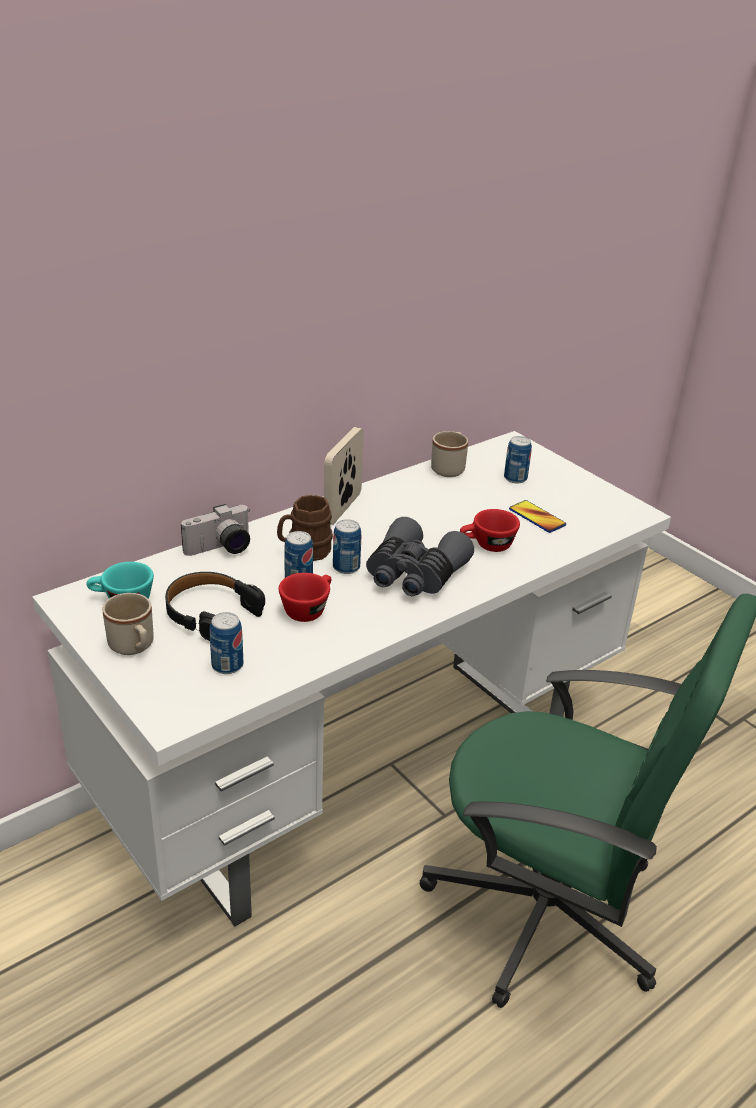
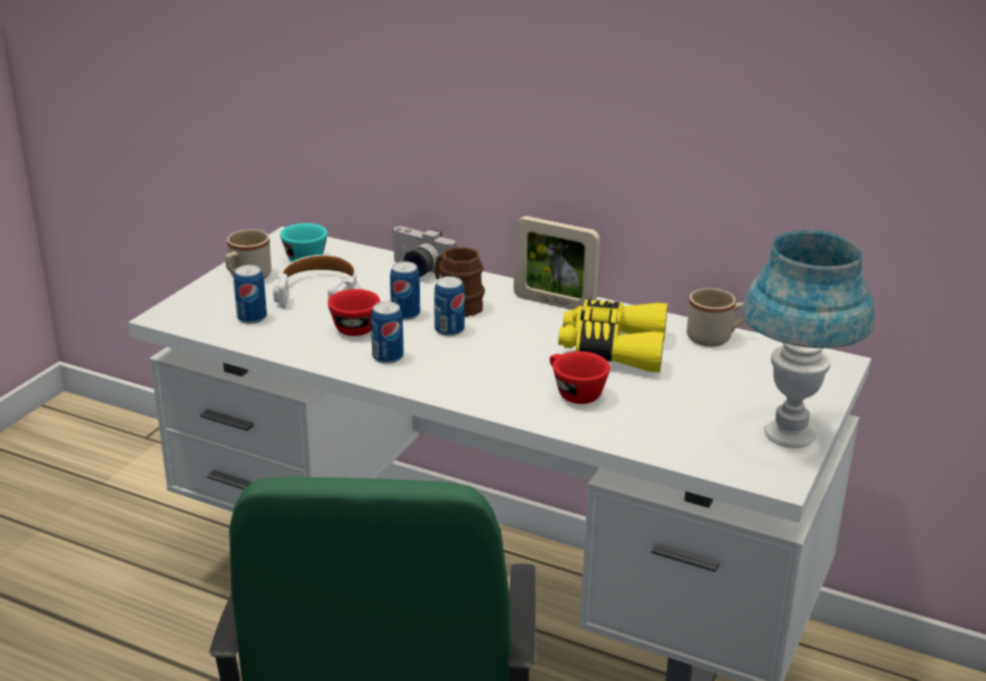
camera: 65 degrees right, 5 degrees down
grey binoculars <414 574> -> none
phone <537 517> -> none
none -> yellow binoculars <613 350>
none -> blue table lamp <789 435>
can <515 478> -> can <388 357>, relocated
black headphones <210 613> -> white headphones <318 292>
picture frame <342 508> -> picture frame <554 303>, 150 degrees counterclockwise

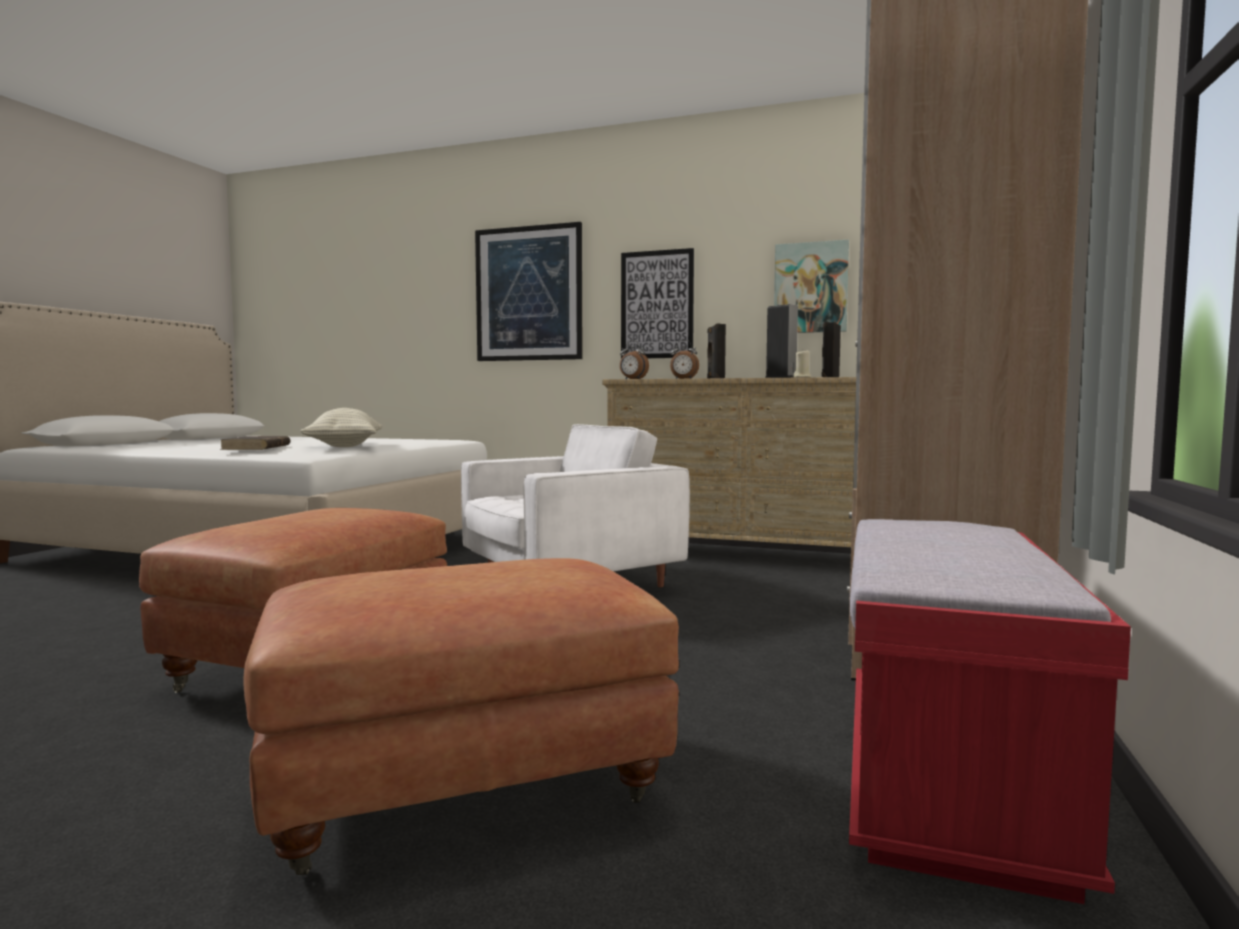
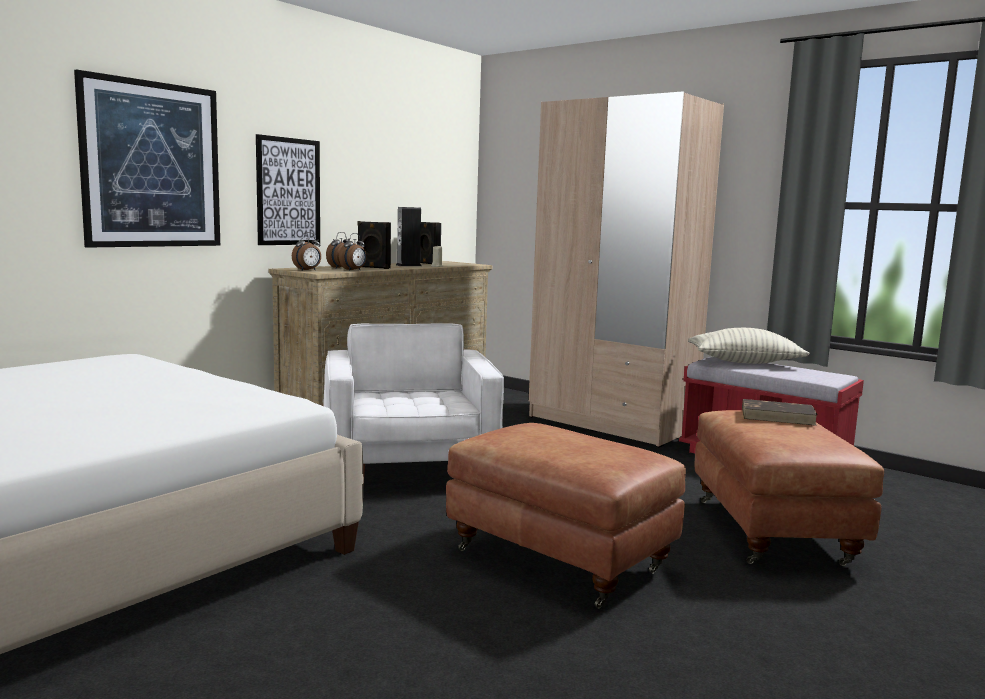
camera: 70 degrees left, 5 degrees up
picture <810 288> -> none
none -> alarm clock <354 270>
brown book <256 447> -> brown book <778 416>, relocated
pillow <345 446> -> pillow <745 362>, relocated

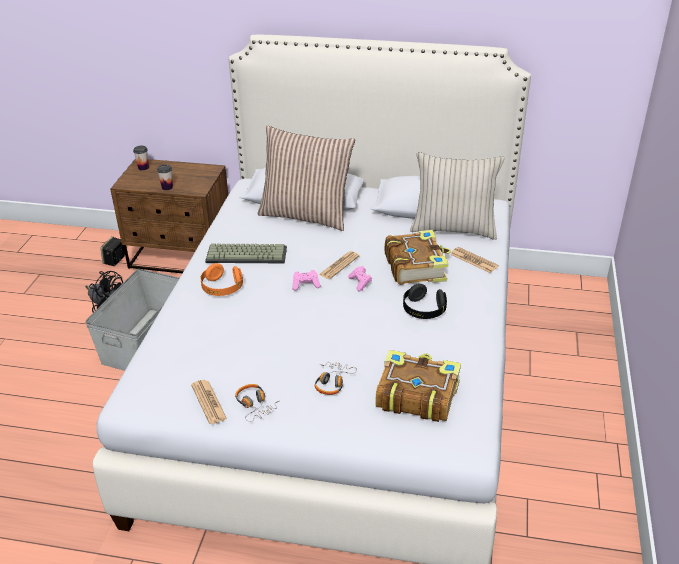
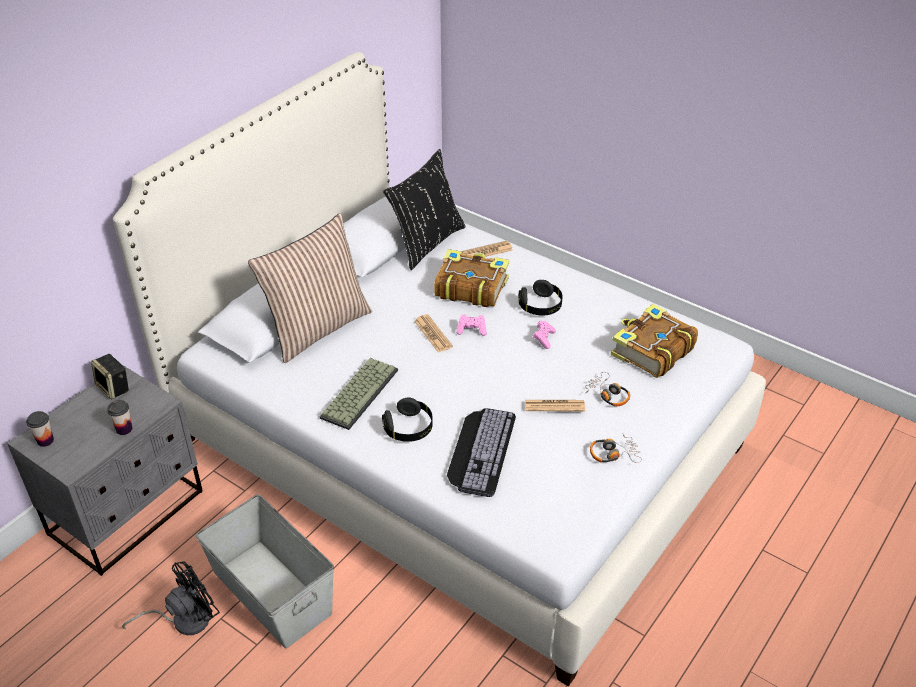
camera: 65 degrees left, 5 degrees up
none -> keyboard <480 449>
speaker <114 260> -> speaker <114 388>, relocated
newspaper <208 402> -> newspaper <554 406>, relocated
pink game controller <306 285> -> pink game controller <543 339>, relocated
brown nightstand <181 257> -> grey nightstand <128 513>
orange headphones <222 288> -> black headphones <409 428>
beige pillow <453 228> -> black pillow <426 243>

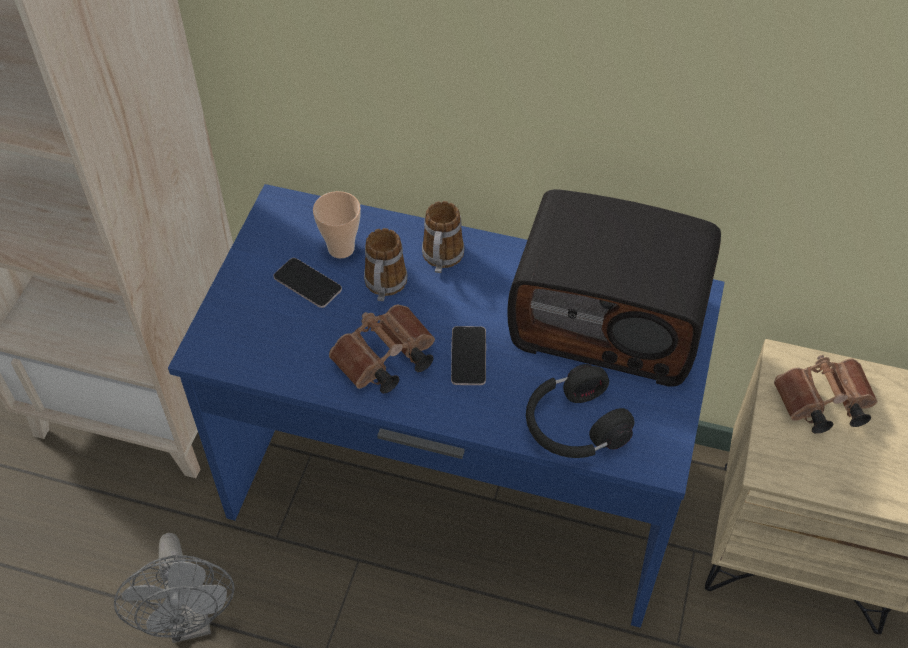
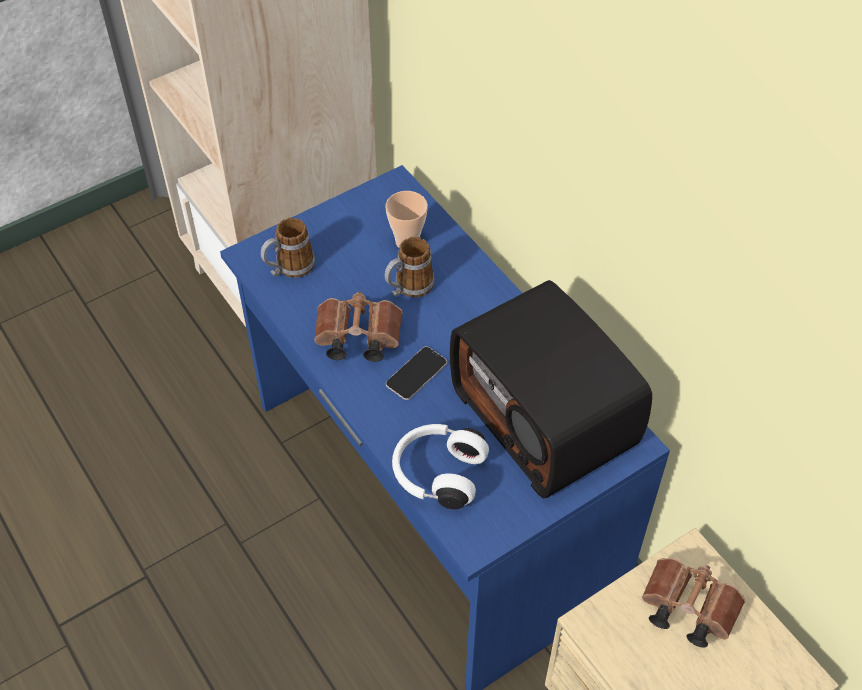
camera: 40 degrees right, 0 degrees up
grey fan <191 620> -> none
phone <307 283> -> none
mug <441 260> -> mug <289 268>, relocated
black headphones <573 427> -> white headphones <437 473>

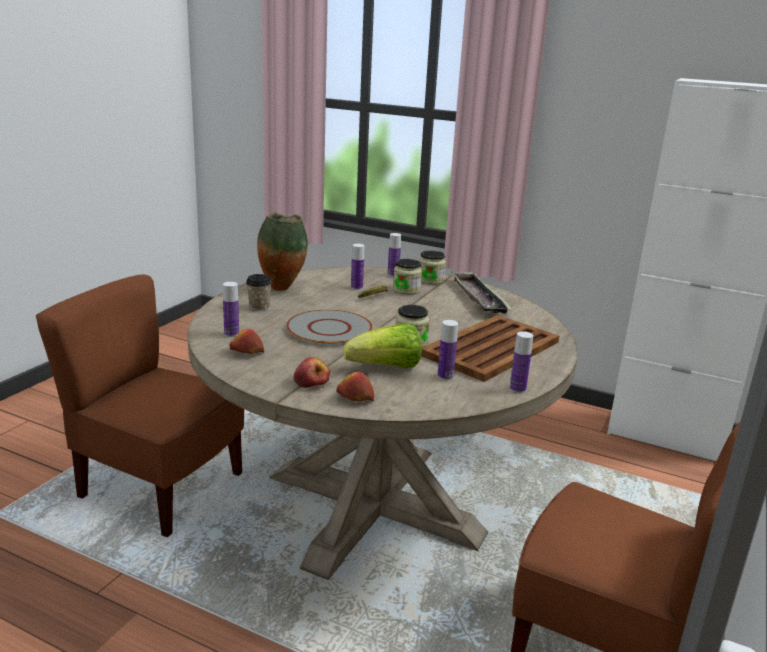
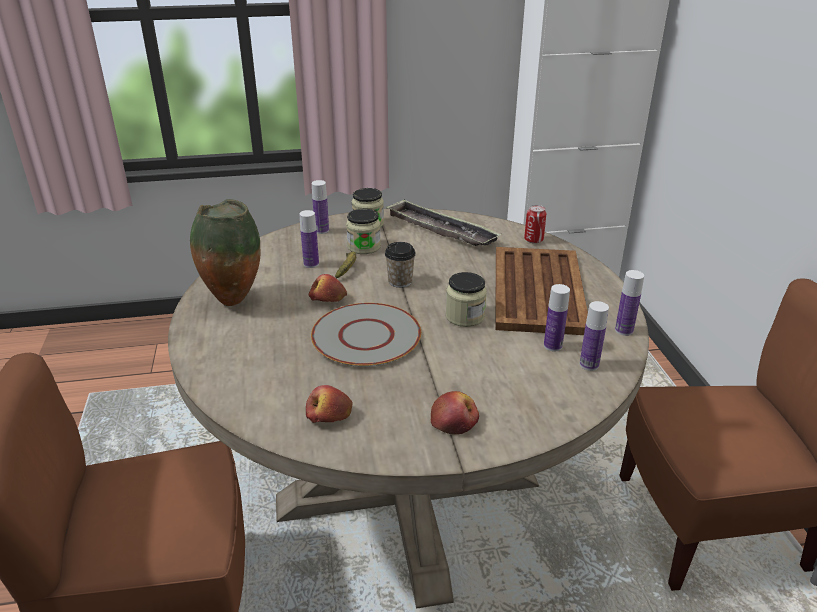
camera: 35 degrees left, 10 degrees up
lettuce <386 367> -> none
none -> can <533 240>
bottle <231 334> -> bottle <589 364>, relocated
cup <259 307> -> cup <400 282>, relocated
apple <354 398> -> apple <327 299>, relocated

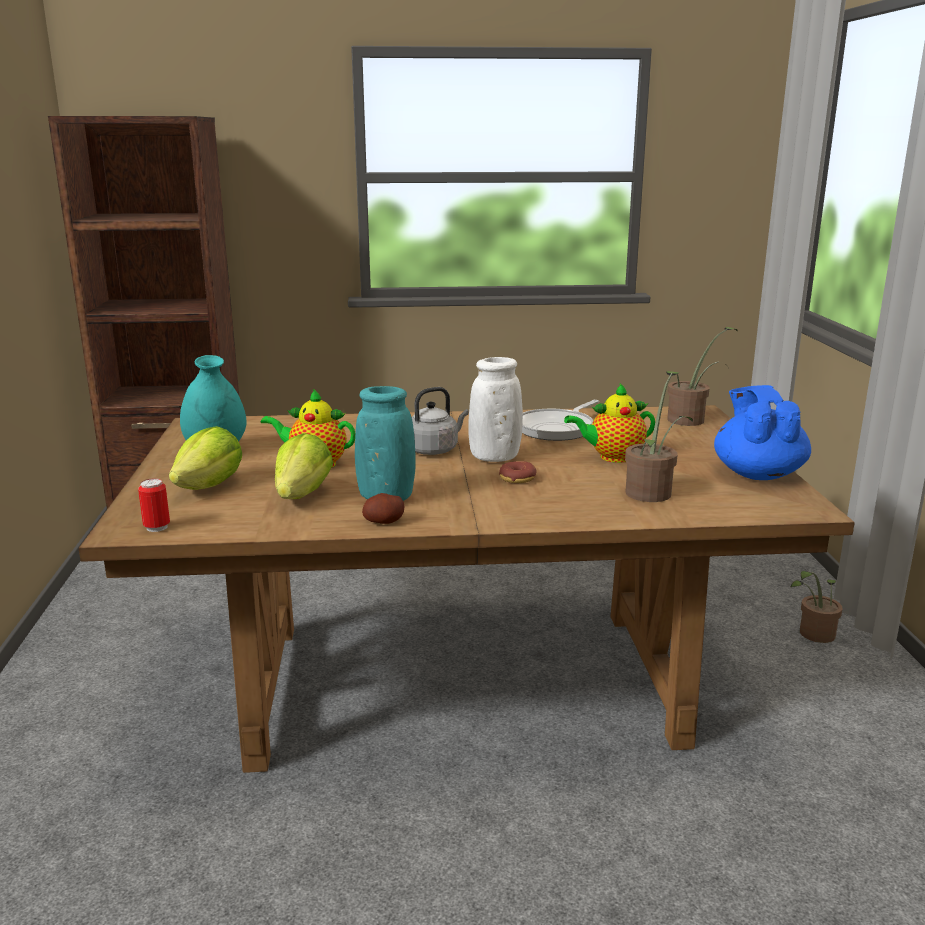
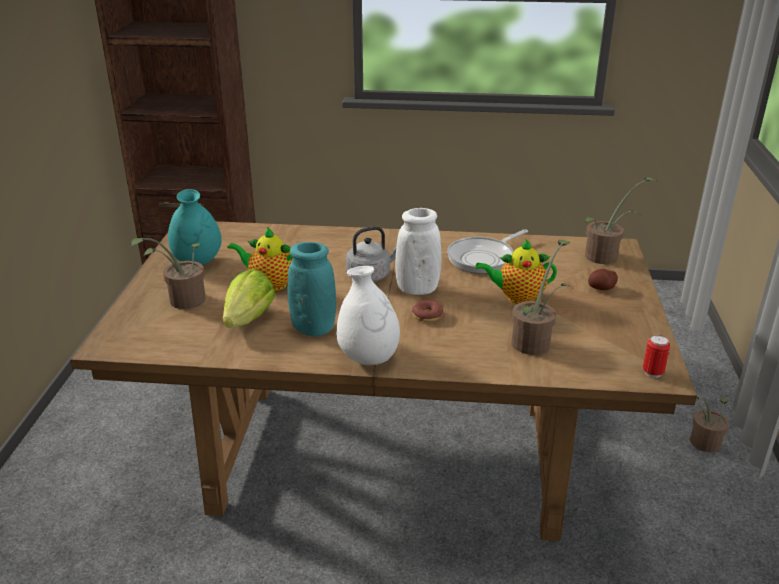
camera: 10 degrees right, 10 degrees up
blue teapot <757 473> -> none
none -> white vase <368 358>
can <157 527> -> can <652 372>, relocated
potato <384 522> -> potato <601 288>, relocated
lettuce <210 486> -> potted plant <182 302>

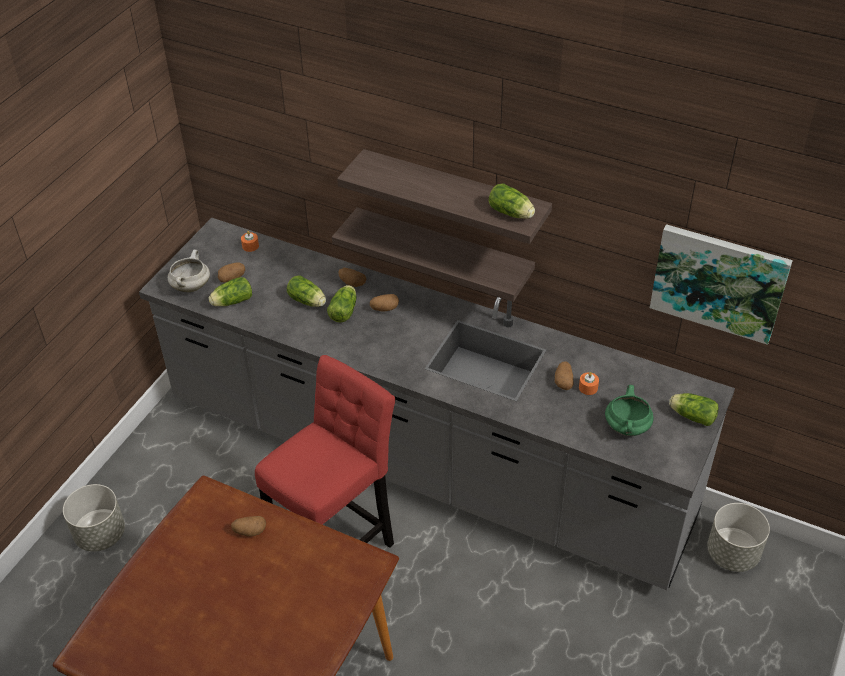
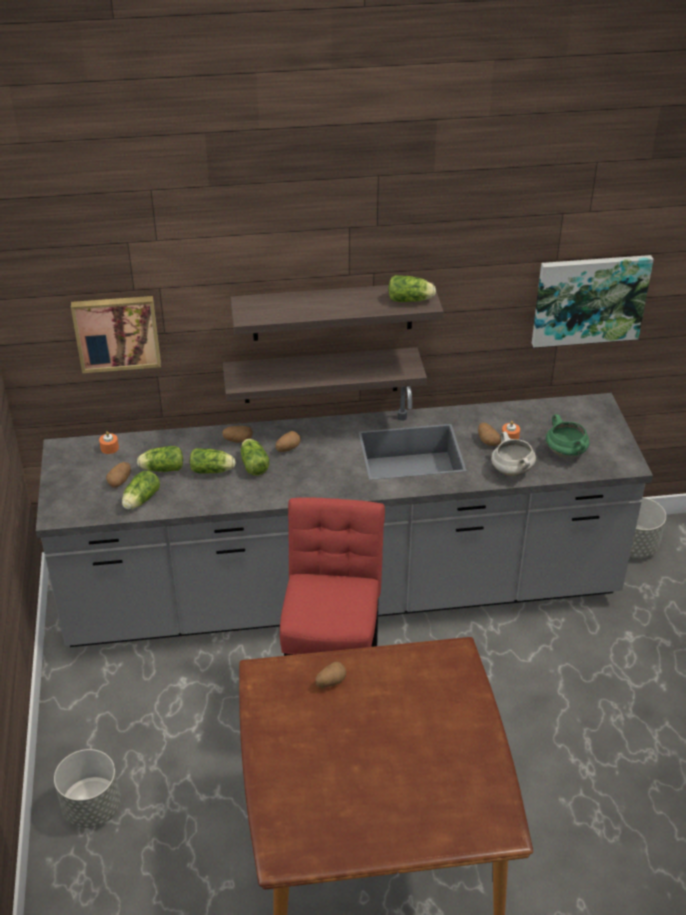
camera: 35 degrees left, 5 degrees down
none -> picture <117 332>
white cooking pot <191 286> -> white cooking pot <511 470>, relocated
lettuce <691 416> -> lettuce <161 469>, relocated

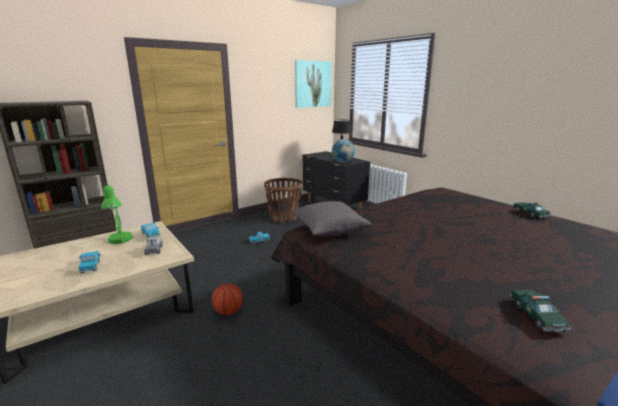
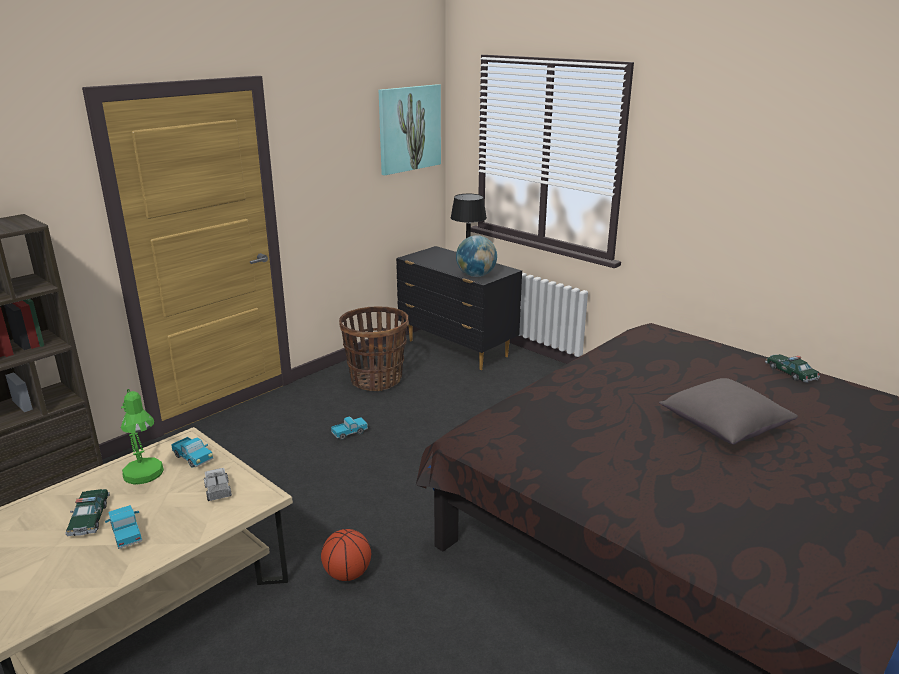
camera: 10 degrees left, 5 degrees up
grey pillow <329 230> -> grey pillow <723 426>, relocated
toy car <536 315> -> toy car <90 518>, relocated

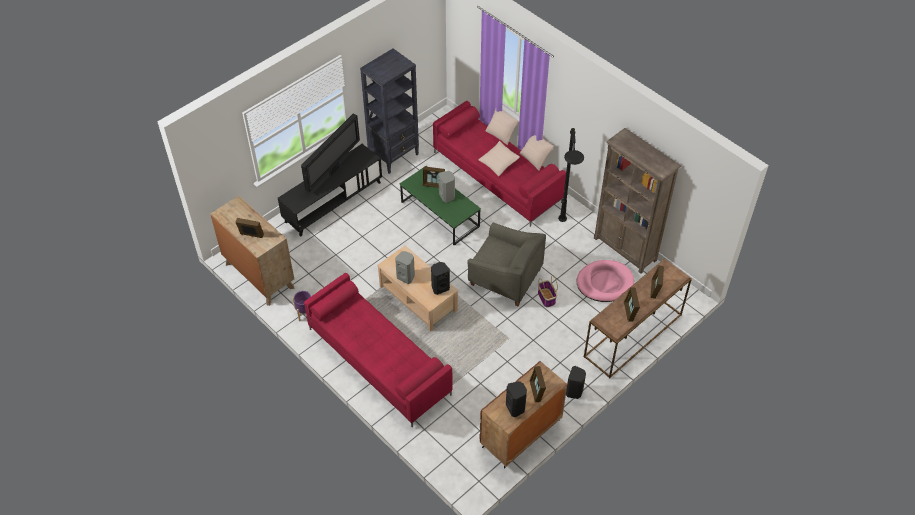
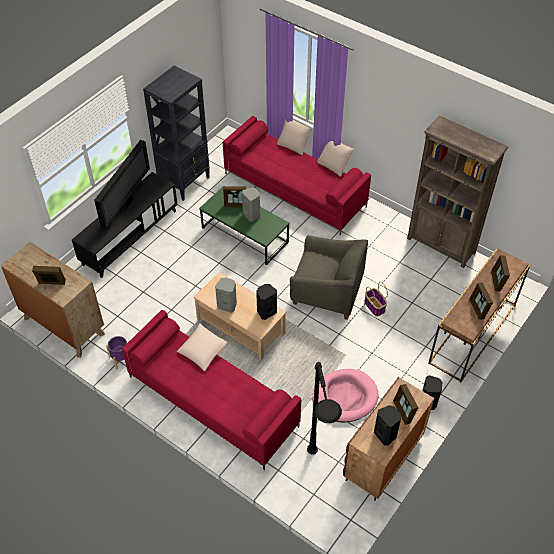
camera: 10 degrees left, 0 degrees up
beige pillow <498 162> -> beige pillow <202 351>, relocated
black floor lamp <562 239> -> black floor lamp <317 481>, relocated
pink dog bed <604 283> -> pink dog bed <344 397>, relocated

